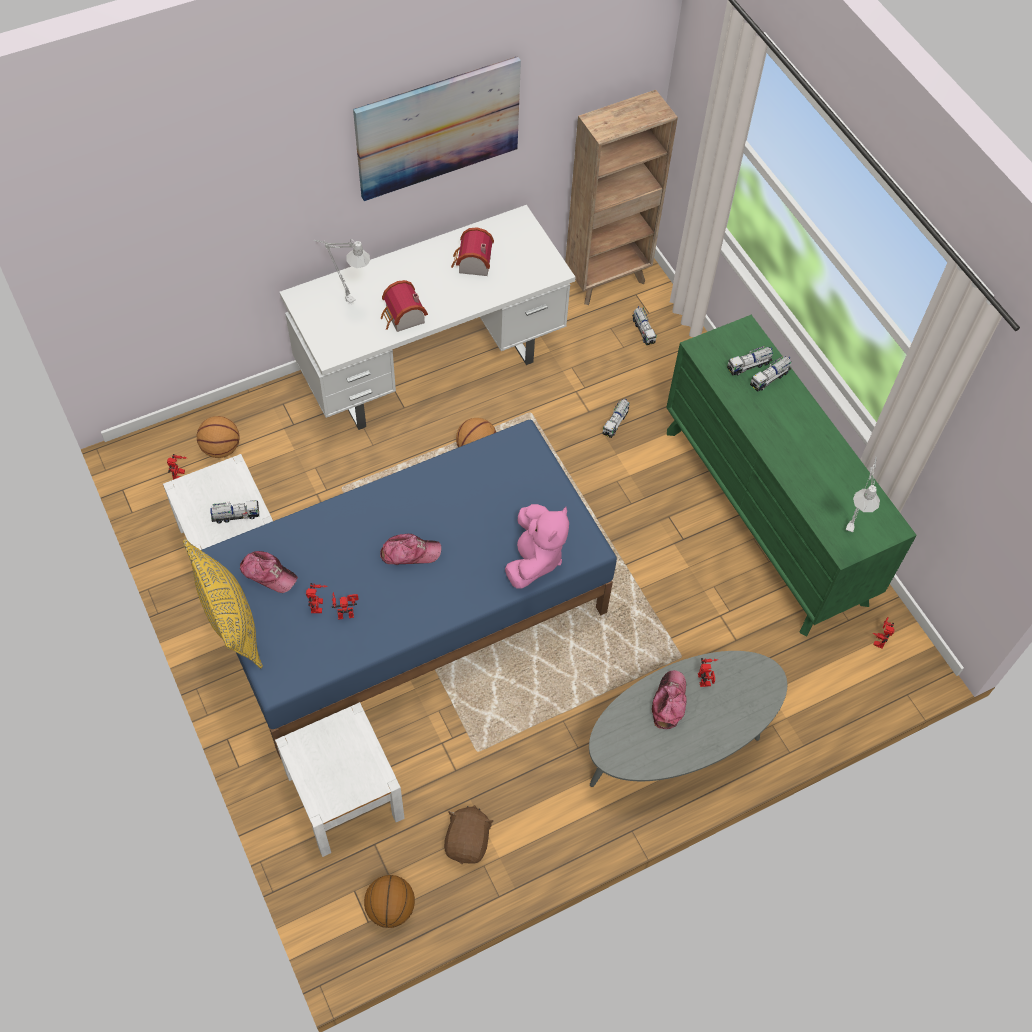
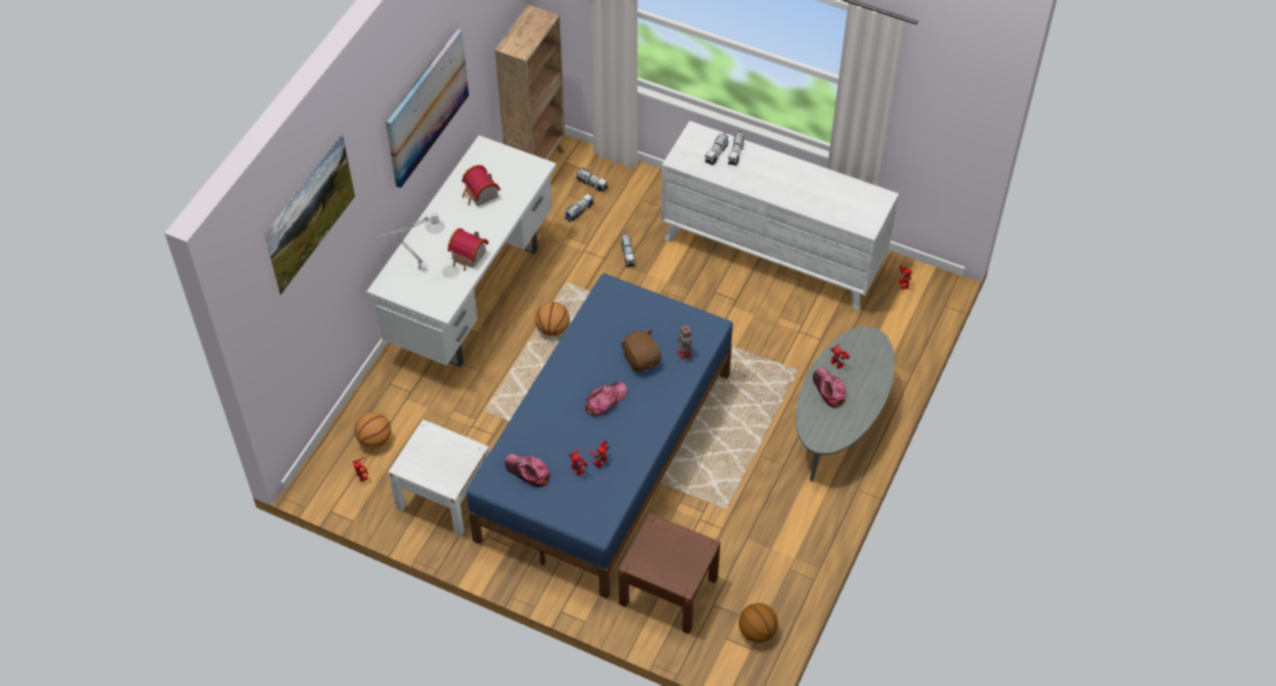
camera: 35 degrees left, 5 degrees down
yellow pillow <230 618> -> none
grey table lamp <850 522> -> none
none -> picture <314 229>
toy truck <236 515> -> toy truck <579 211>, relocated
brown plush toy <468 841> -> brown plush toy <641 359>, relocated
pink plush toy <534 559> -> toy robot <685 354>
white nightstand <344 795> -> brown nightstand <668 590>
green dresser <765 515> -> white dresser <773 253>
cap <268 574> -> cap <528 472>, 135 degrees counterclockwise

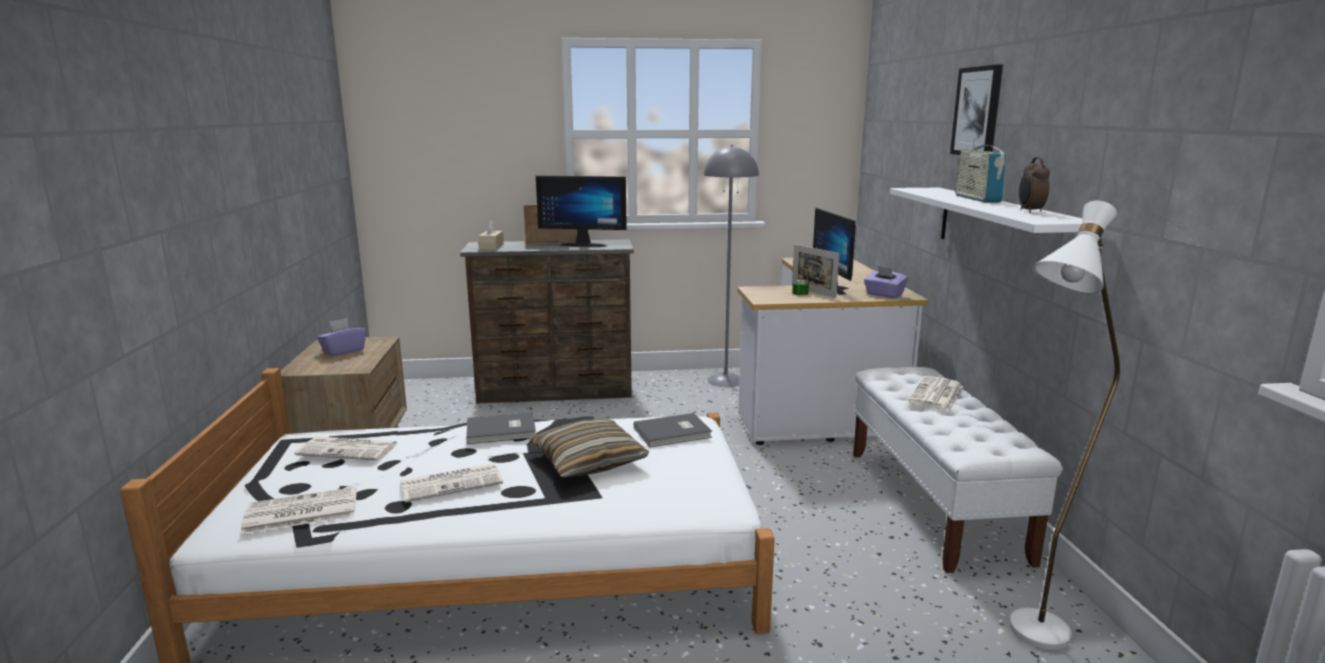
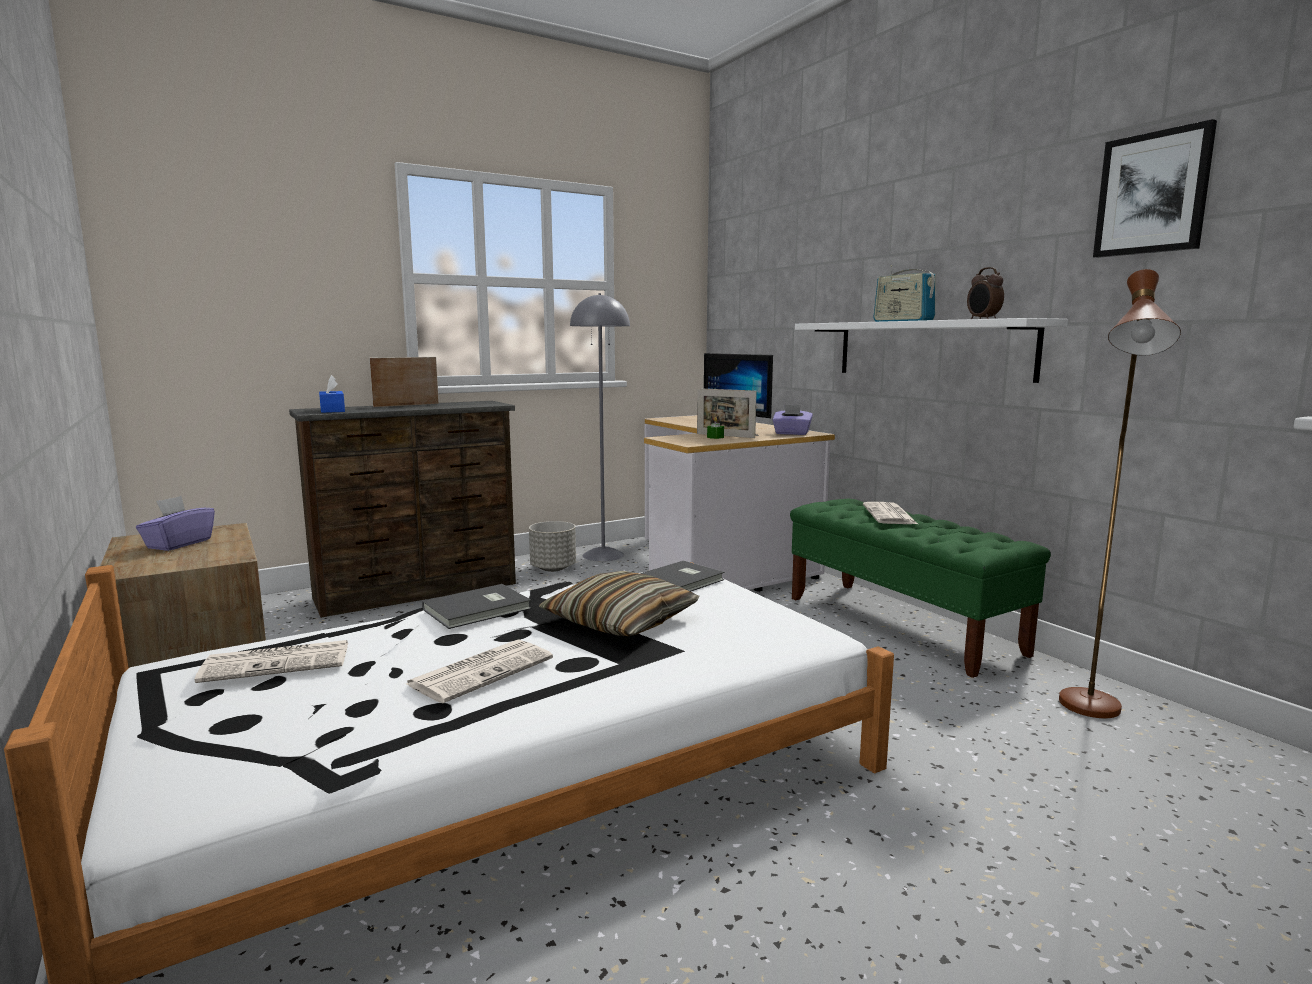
camera: 25 degrees left, 5 degrees down
newspaper <299 512> -> none
monitor <584 244> -> none
none -> grey planter <553 568>
picture <977 111> -> picture <1152 193>, relocated
beige tissue box <491 247> -> blue tissue box <332 410>
white bench <934 503> -> green bench <901 625>
white floor lamp <1029 640> -> brown floor lamp <1091 714>

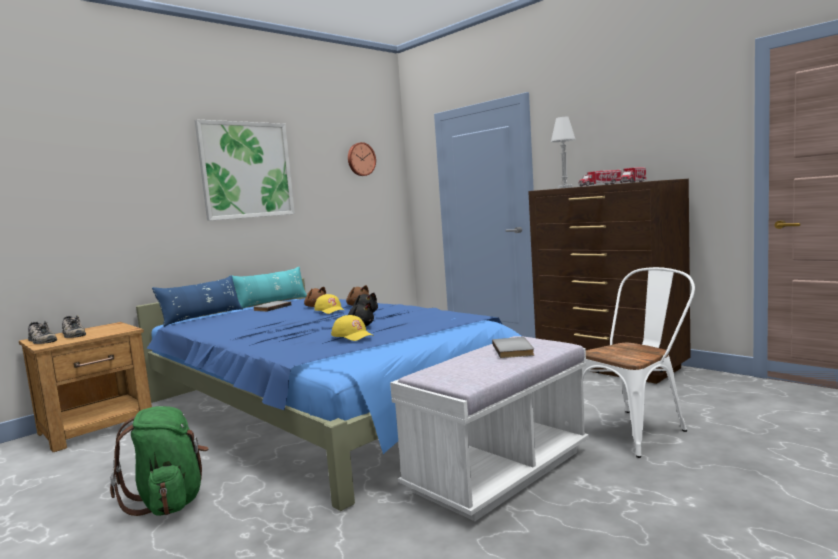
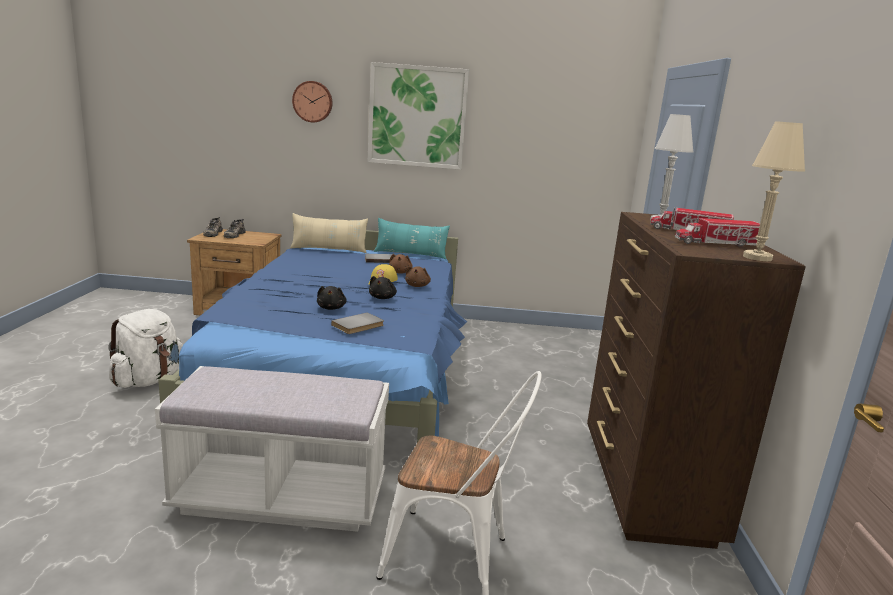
camera: 45 degrees right, 10 degrees up
yellow cap <353 335> -> none
none -> beige table lamp <757 257>
wall clock <360 159> -> wall clock <313 101>, relocated
grey book <514 349> -> grey book <359 326>, relocated
green backpack <170 501> -> white backpack <148 380>
blue pillow <202 317> -> beige pillow <329 249>

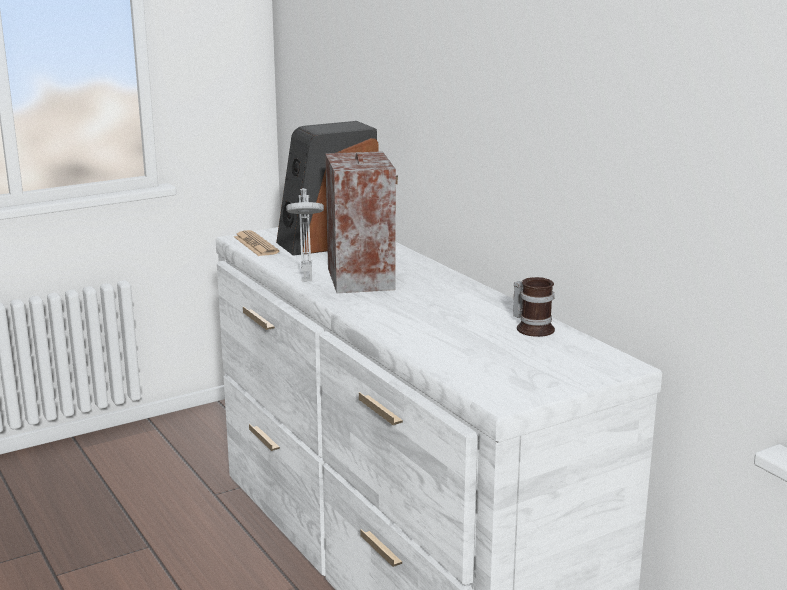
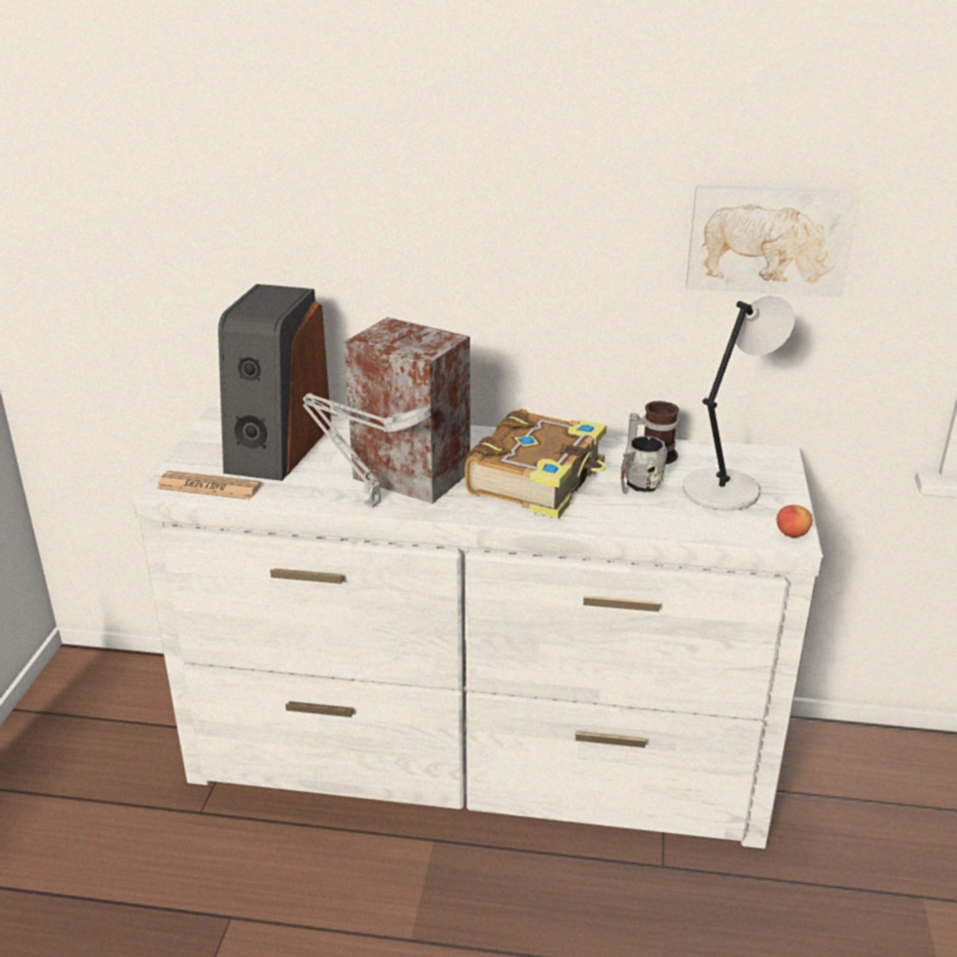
camera: 50 degrees left, 10 degrees up
none -> book <539 480>
none -> grey mug <638 486>
none -> grey table lamp <724 489>
none -> picture <769 238>
none -> apple <792 533>

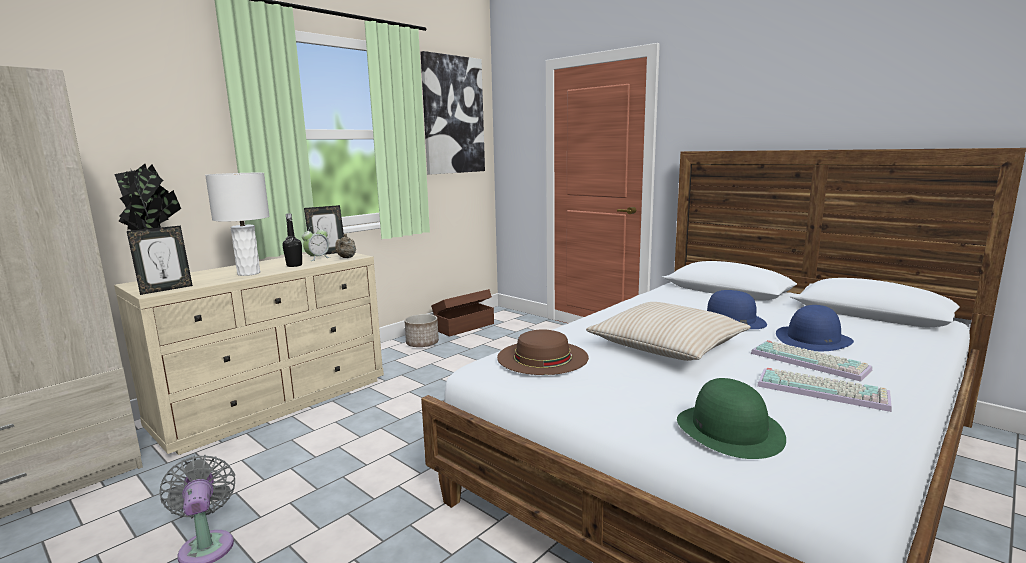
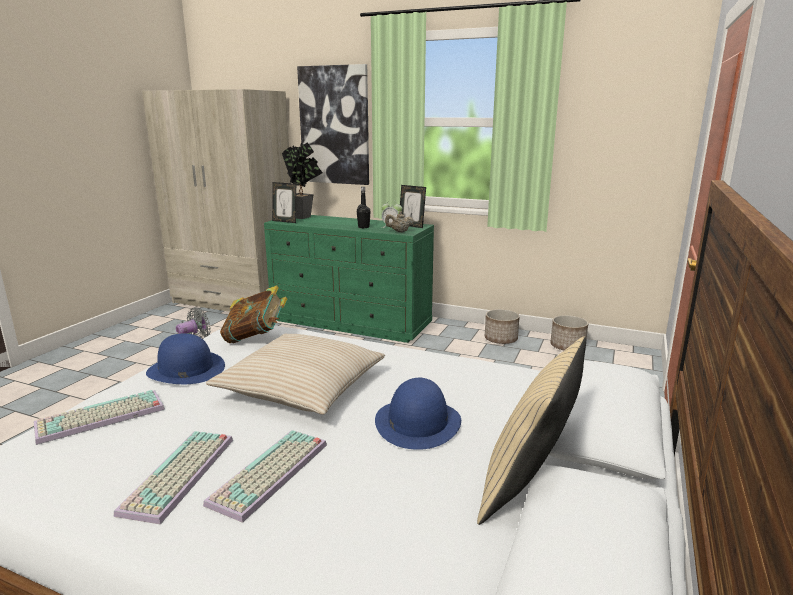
camera: 70 degrees right, 5 degrees up
white table lamp <249 273> -> none
none -> beige pillow <529 484>
picture <453 115> -> picture <334 126>, relocated
blue hat <813 339> -> blue hat <185 369>, relocated
brown storage box <463 327> -> planter <567 347>
brown hat <542 357> -> book <256 338>
green hat <729 430> -> keyboard <99 418>
beige dresser <276 402> -> green dresser <352 322>

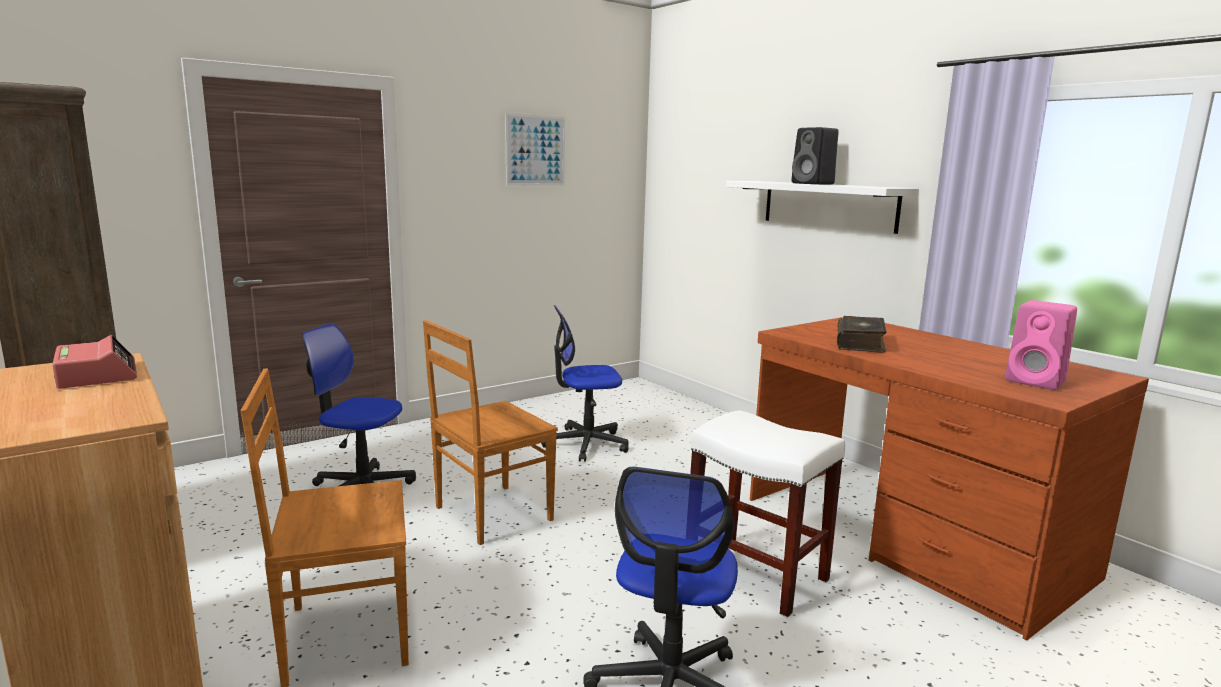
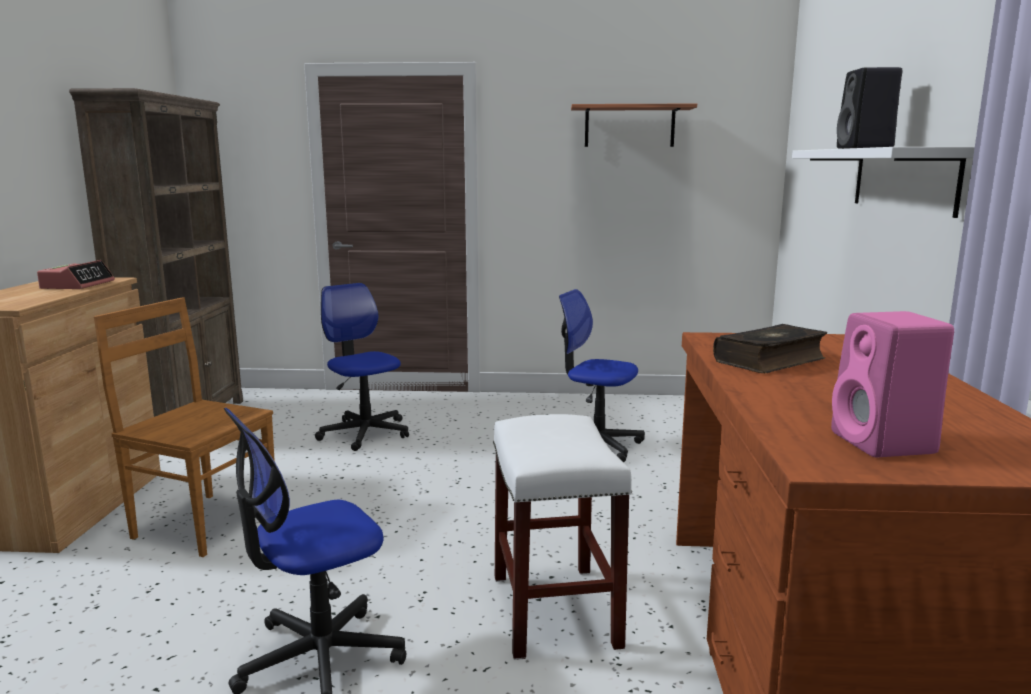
camera: 40 degrees right, 0 degrees up
brown chair <490 514> -> none
picture <535 150> -> shelf <629 126>

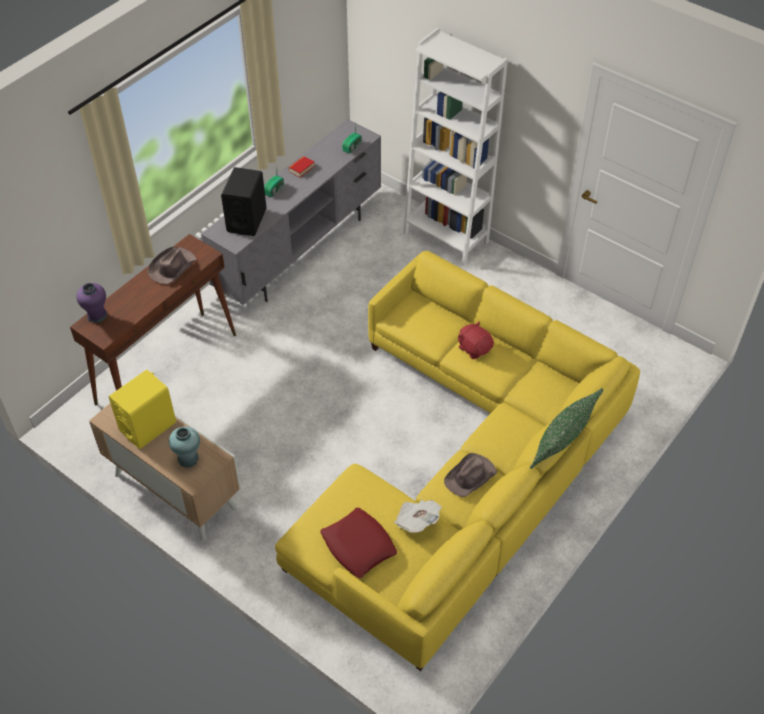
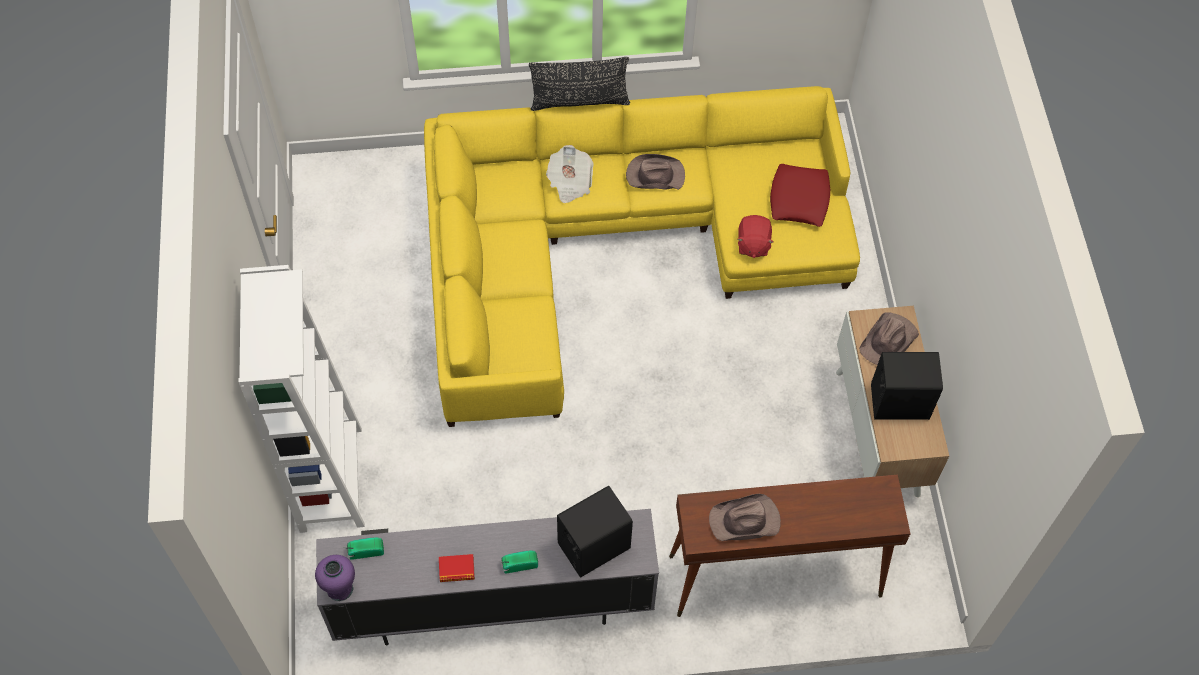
camera: 135 degrees left, 10 degrees up
purple vase <97 316> -> purple vase <339 588>, relocated
newspaper <416 521> -> newspaper <570 182>, relocated
red plush toy <474 348> -> red plush toy <752 244>, relocated
turquoise vase <188 458> -> brown hat <889 341>
yellow speaker <148 426> -> black speaker <899 402>
green pillow <562 442> -> black pillow <579 101>

